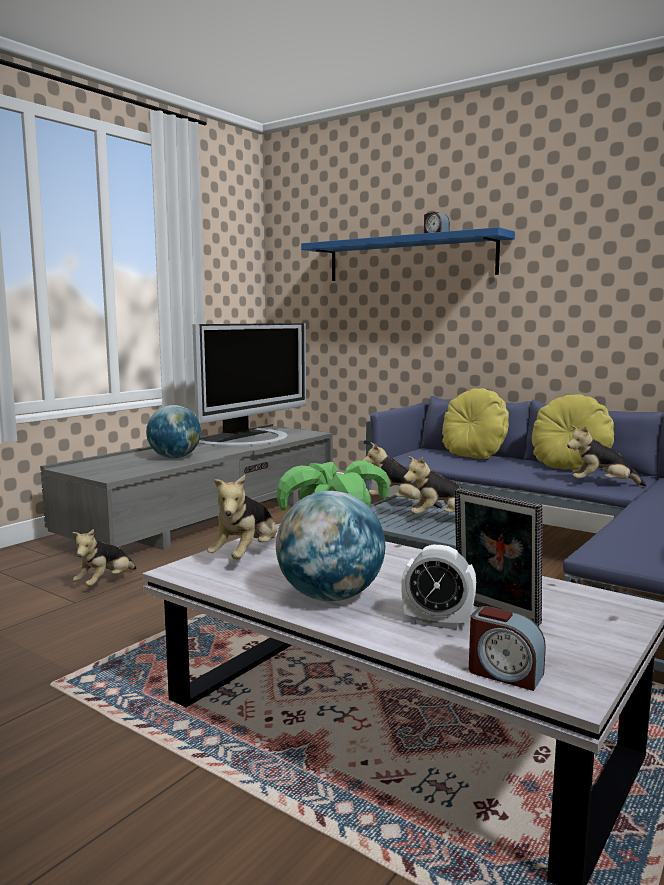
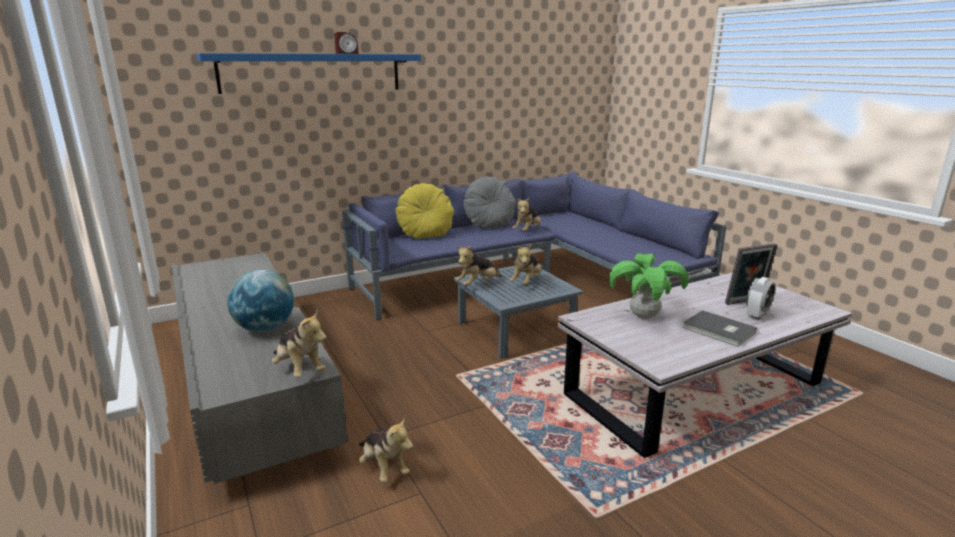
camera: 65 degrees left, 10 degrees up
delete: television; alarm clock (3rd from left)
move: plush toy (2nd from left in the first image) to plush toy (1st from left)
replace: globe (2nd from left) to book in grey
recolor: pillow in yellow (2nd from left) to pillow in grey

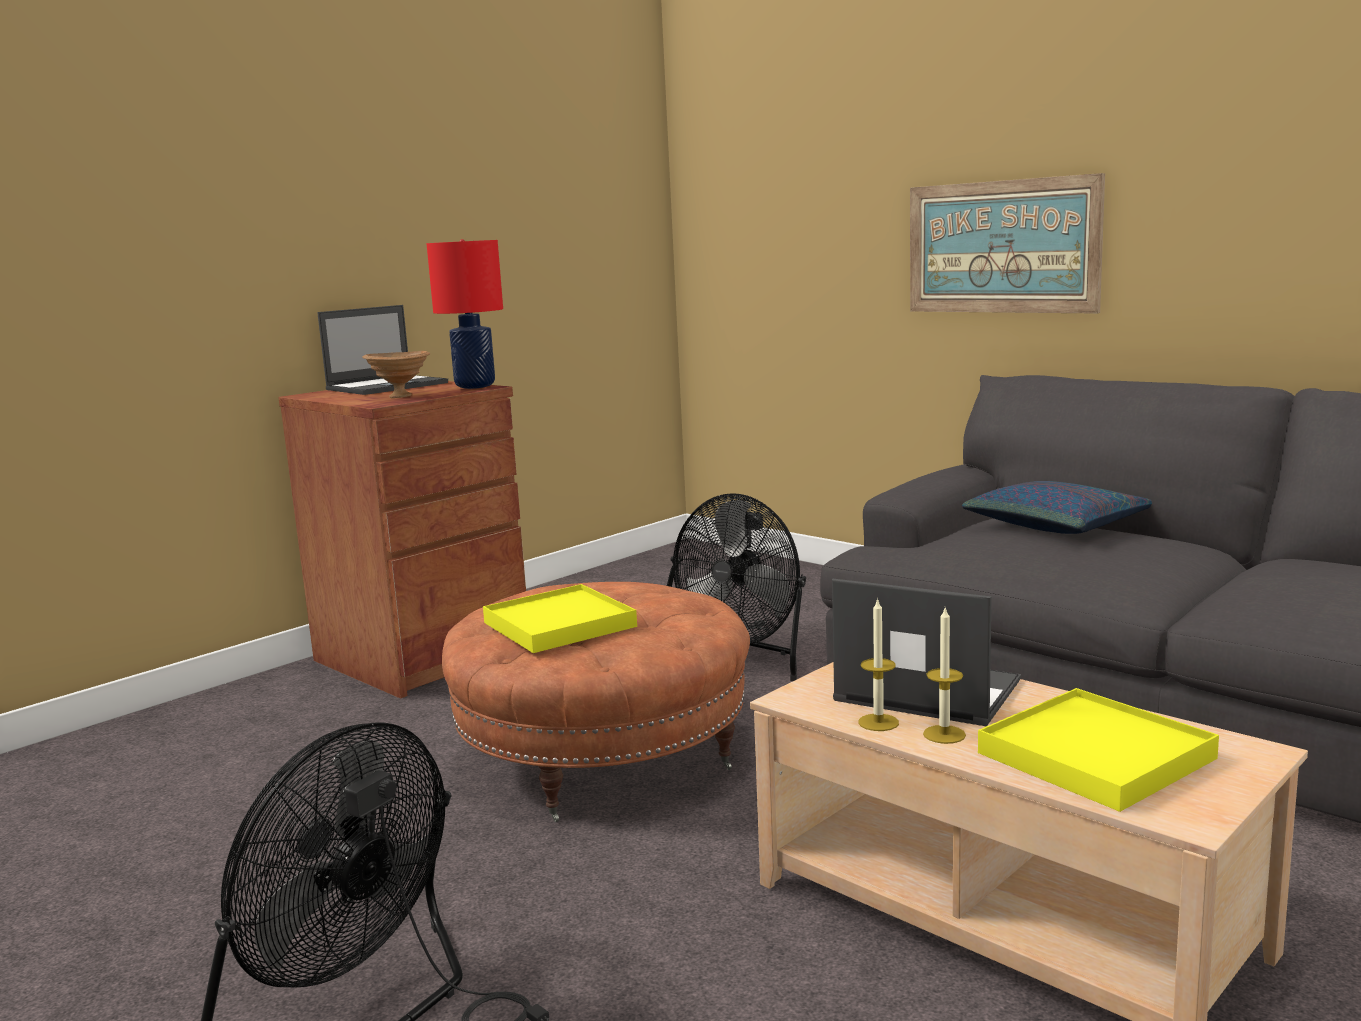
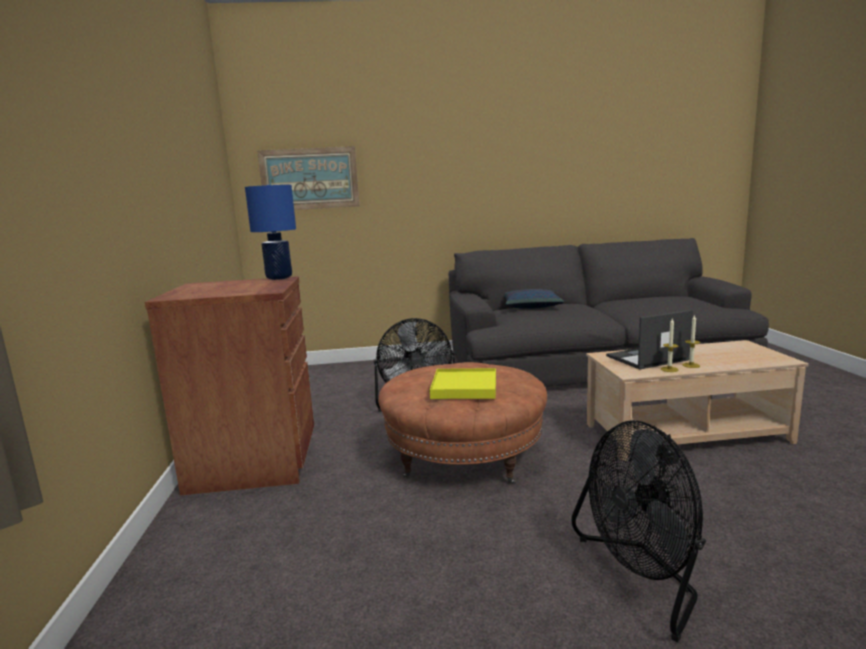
camera: 50 degrees left, 0 degrees up
delete: laptop (1st from left); bowl in brown; tray in yellow (2nd from left)
move: picture
recolor: table lamp in red to table lamp in blue

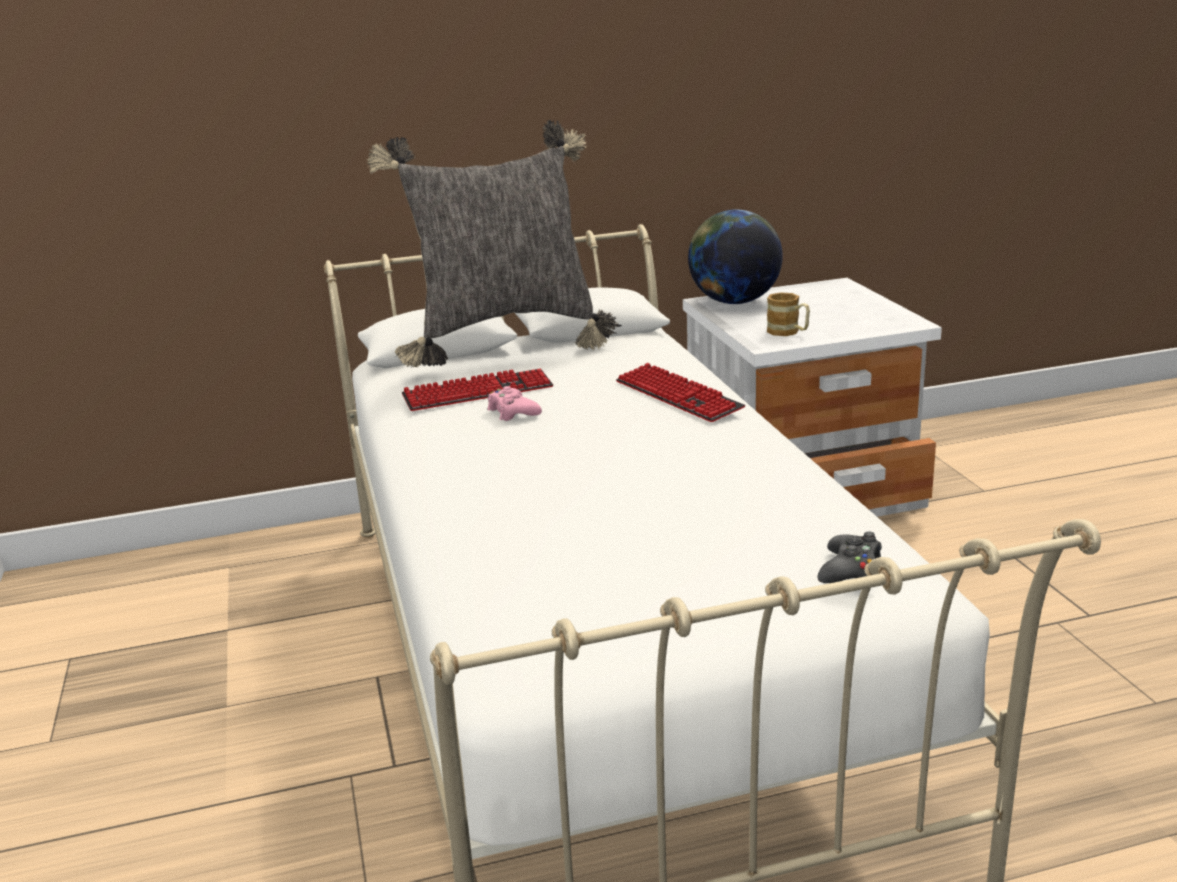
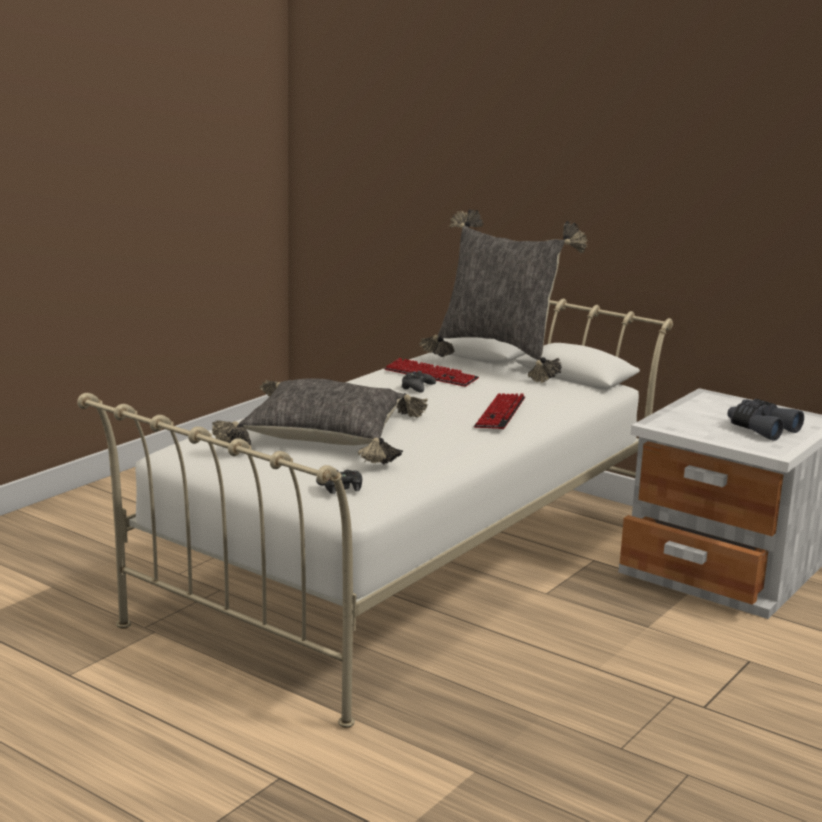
camera: 50 degrees right, 5 degrees down
delete: globe; mug
insert: pillow (1st from left); binoculars in grey
recolor: game controller in pink to game controller in black (2nd from left)

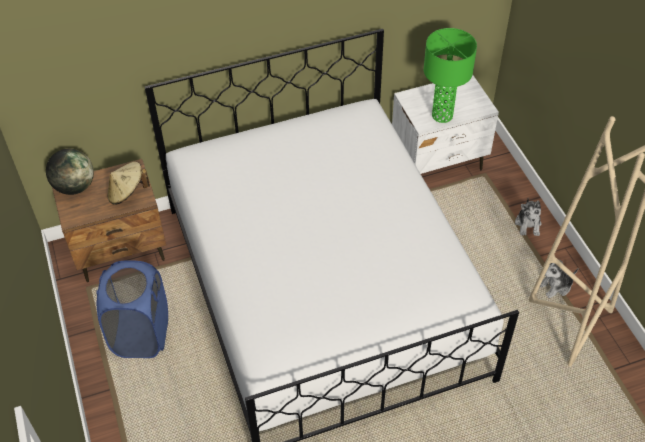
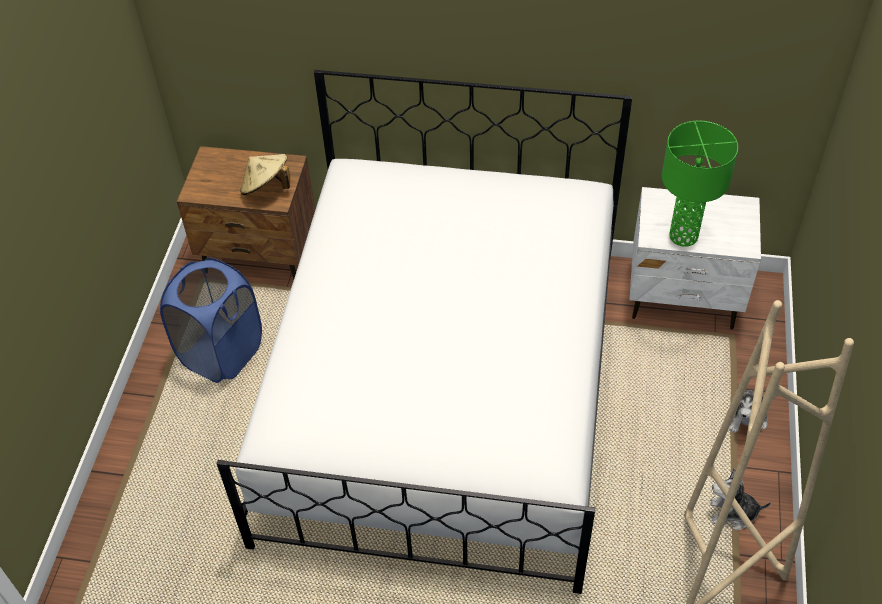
camera: 30 degrees right, 0 degrees up
delete: globe

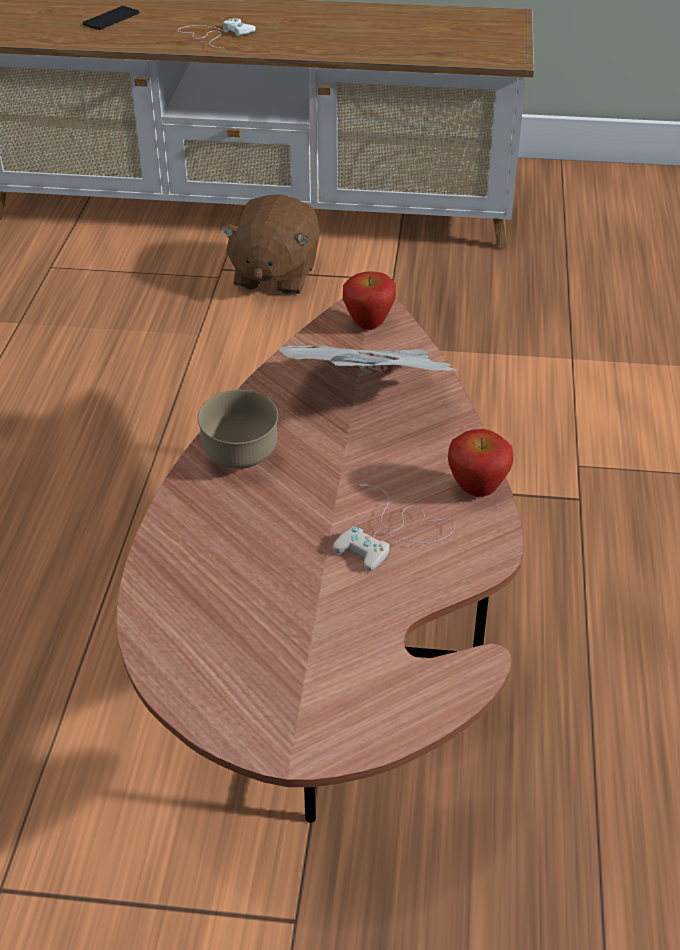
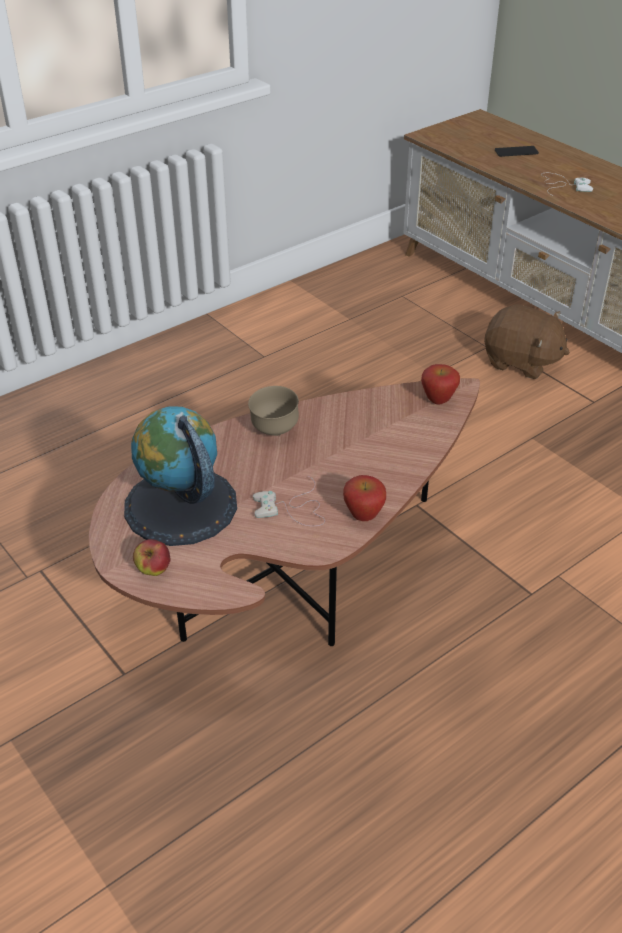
camera: 45 degrees right, 0 degrees up
delete: newspaper
insert: globe; apple (1st from left)
rotate: plush toy in brown 120 degrees counterclockwise

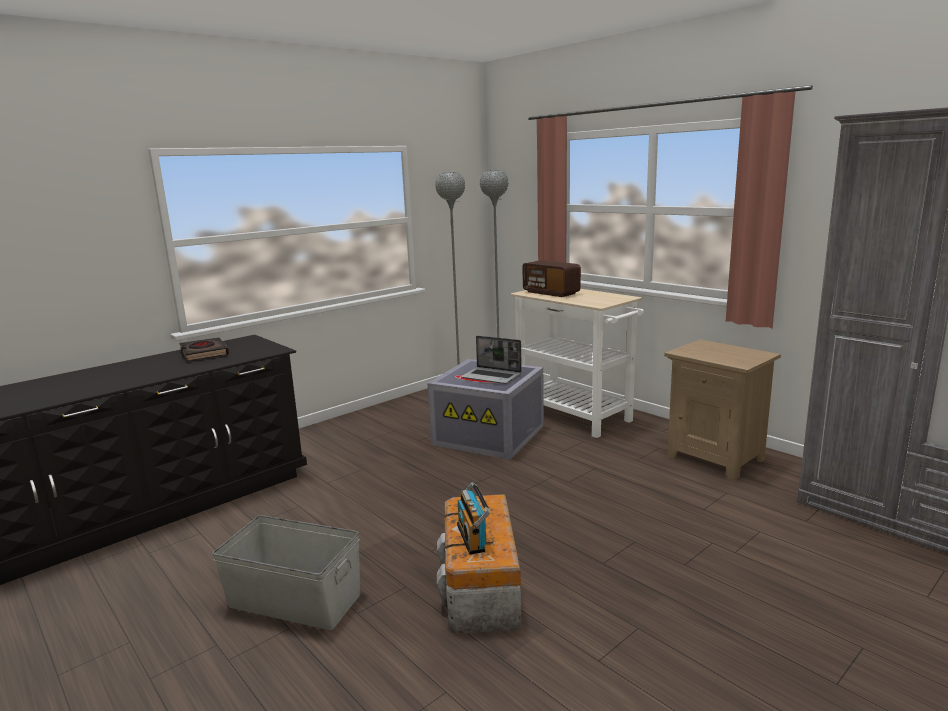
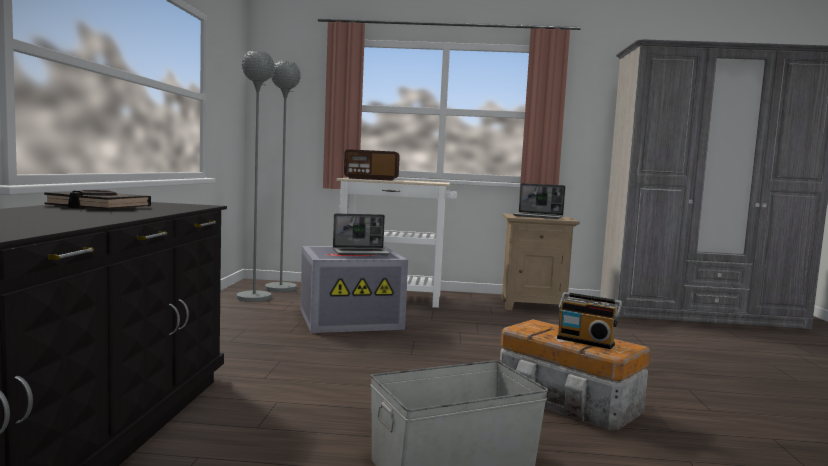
camera: 45 degrees left, 10 degrees down
insert: laptop (2nd from left)

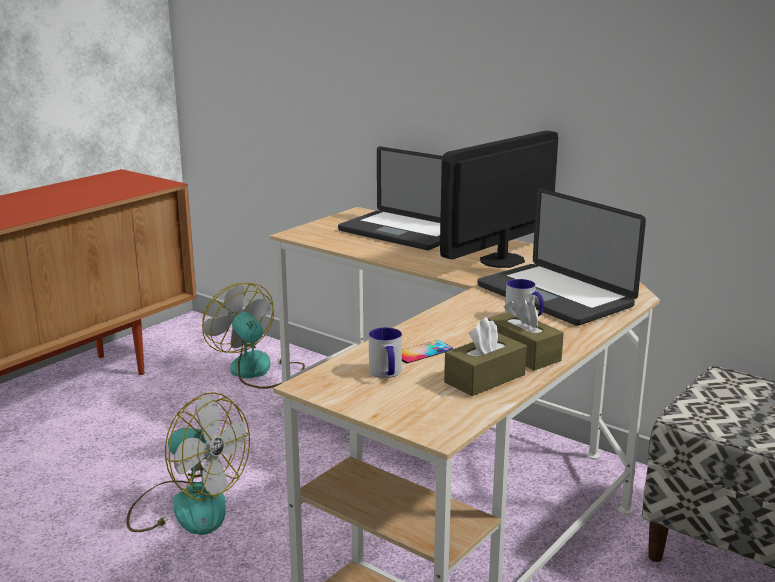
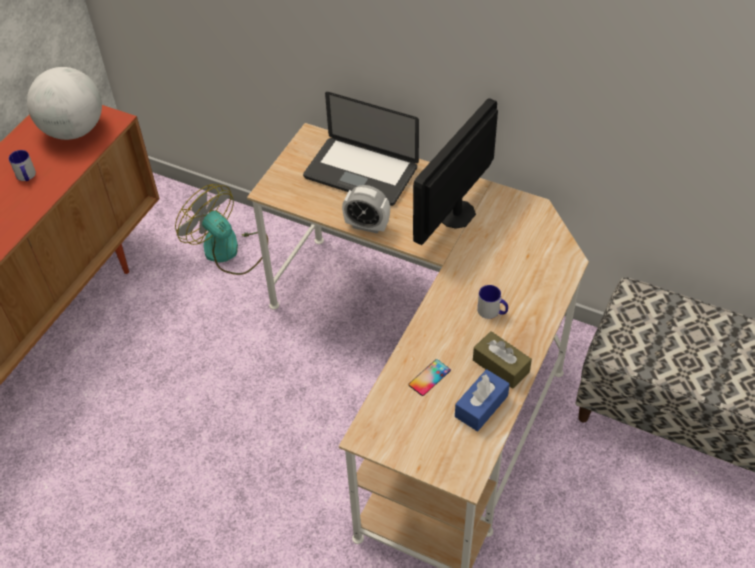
camera: 10 degrees left, 30 degrees up
delete: fan (1st from left); laptop (2nd from left)
insert: globe; alarm clock
move: mug (1st from left)
recolor: tissue box in brown (1st from left) to tissue box in blue

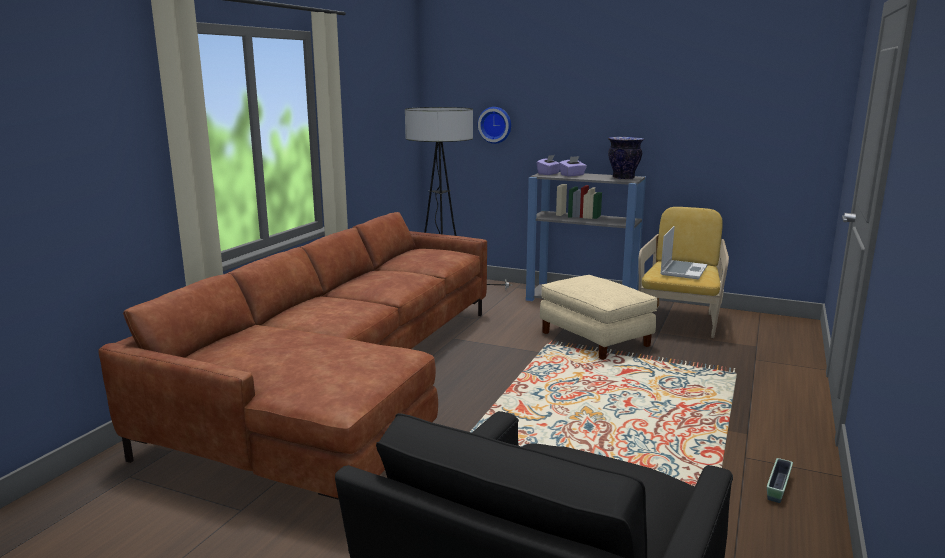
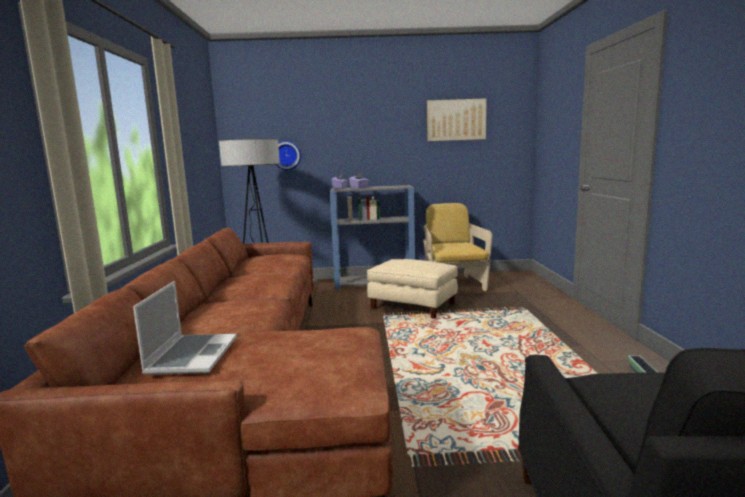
camera: 25 degrees left, 5 degrees down
delete: vase
insert: picture
move: laptop

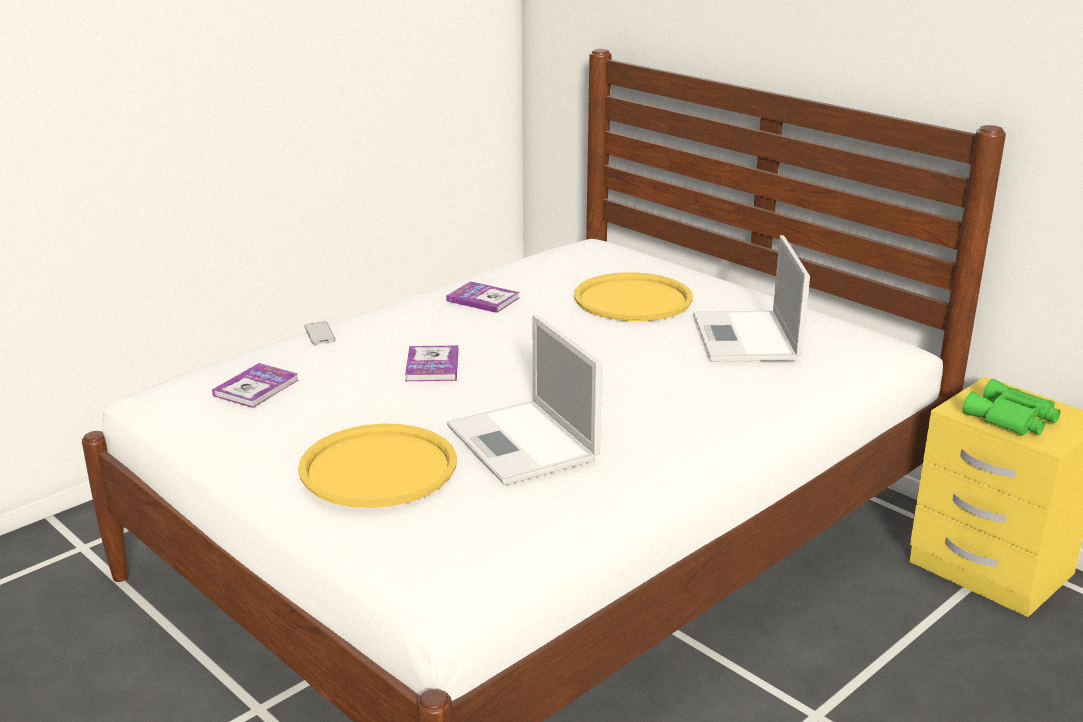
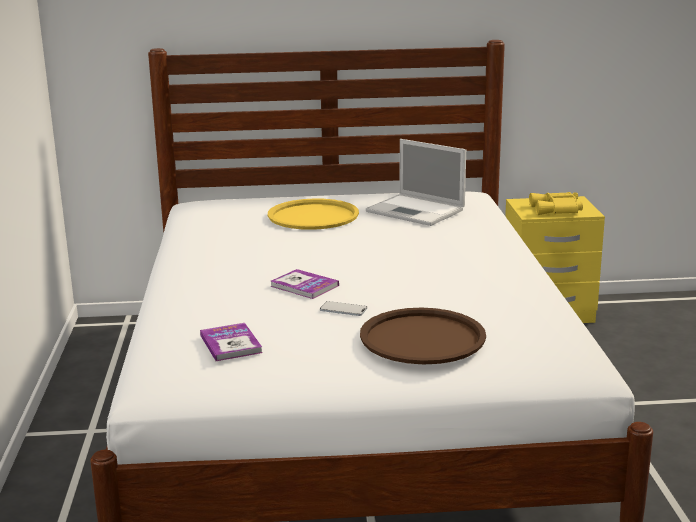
camera: 50 degrees left, 5 degrees down
delete: book (3rd from left); laptop (1st from left)
move: phone
recolor: tray in yellow (1st from left) to tray in brown; binoculars in green to binoculars in yellow

